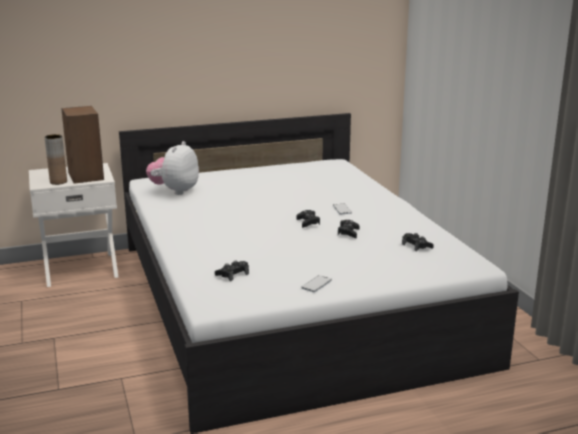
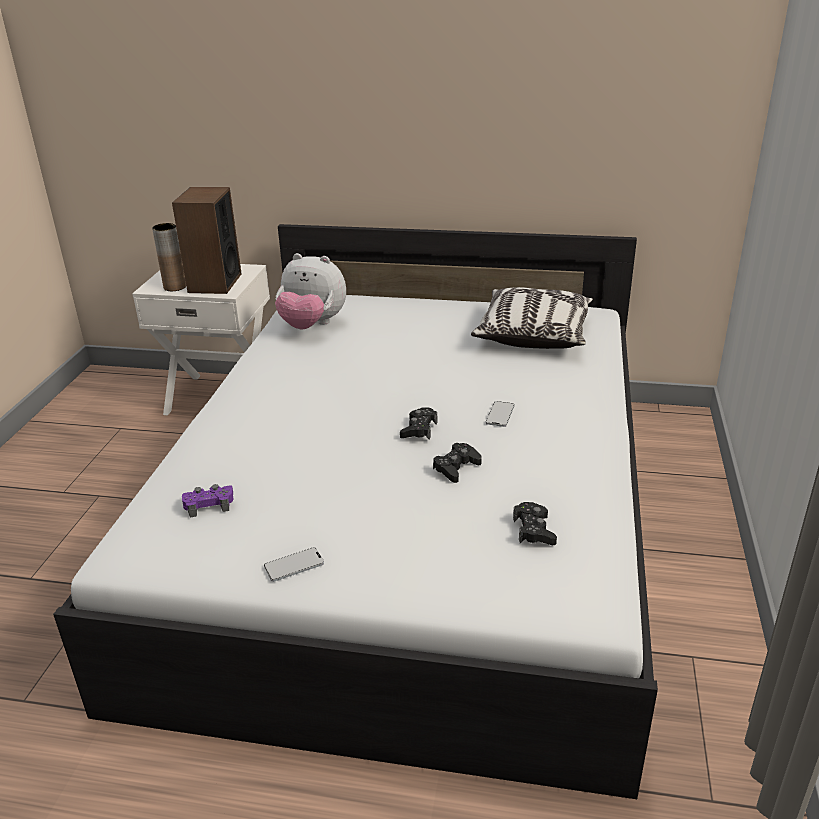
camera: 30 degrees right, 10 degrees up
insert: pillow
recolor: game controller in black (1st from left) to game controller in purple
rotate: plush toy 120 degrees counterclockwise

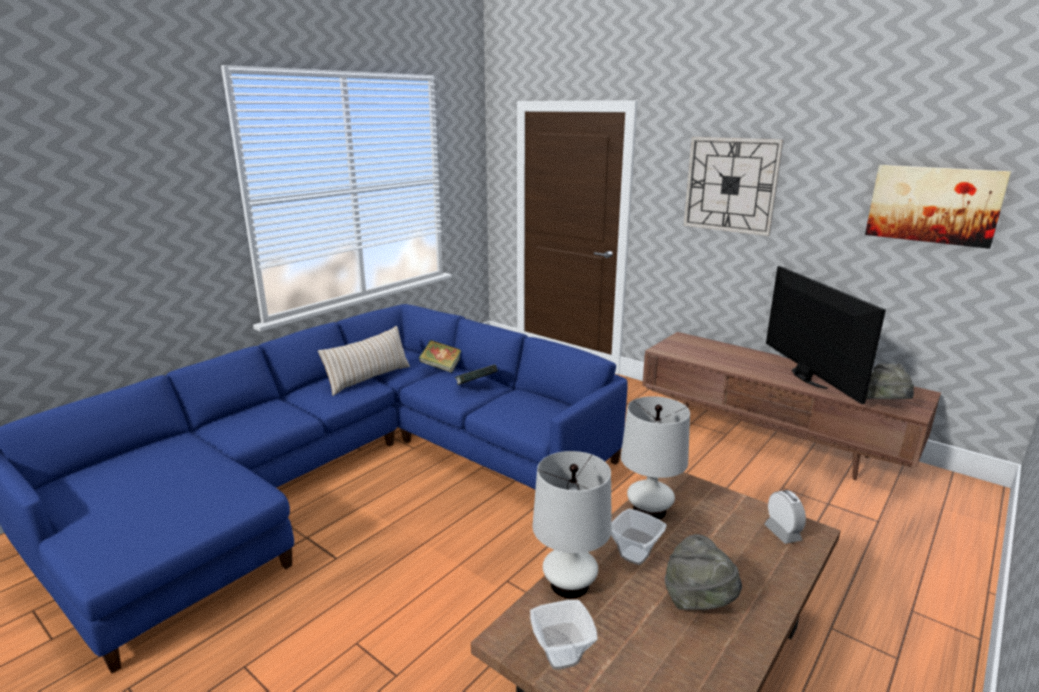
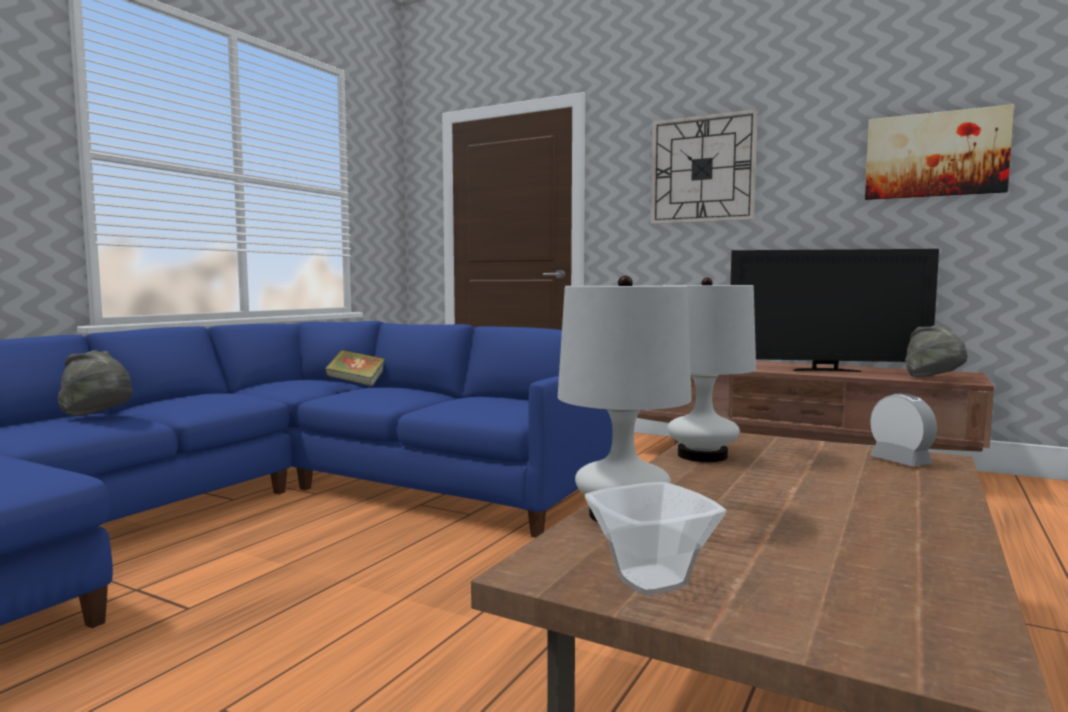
camera: 10 degrees left, 15 degrees down
delete: pillow in beige; book (2nd from left); bowl (2nd from left)
move: hat in grey (1st from left)
rotate: television 120 degrees clockwise

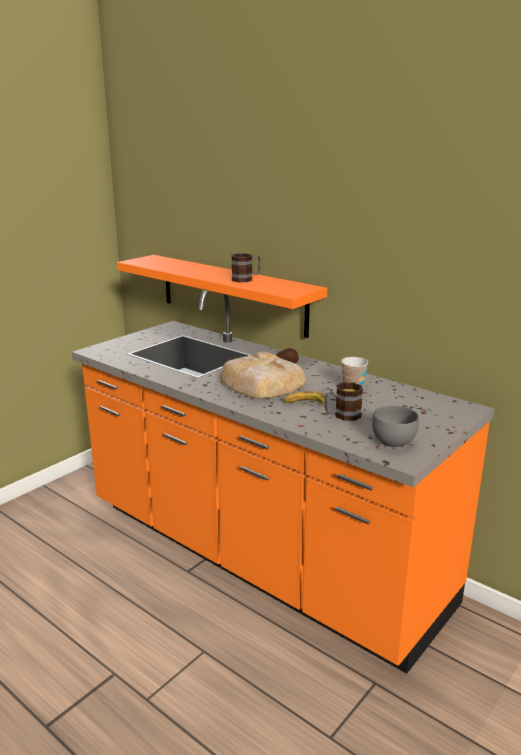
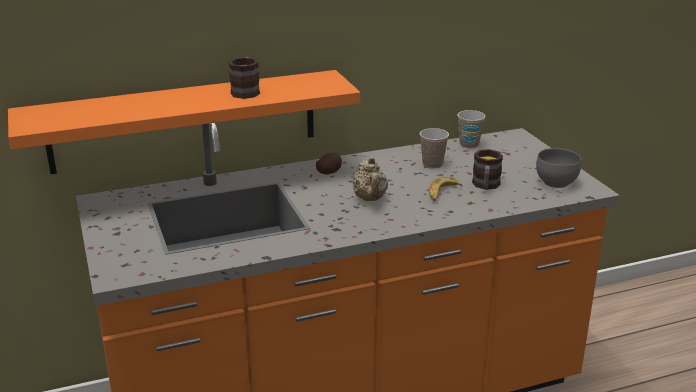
camera: 60 degrees left, 5 degrees up
insert: cup (2nd from left)
replace: bread to teapot in beige

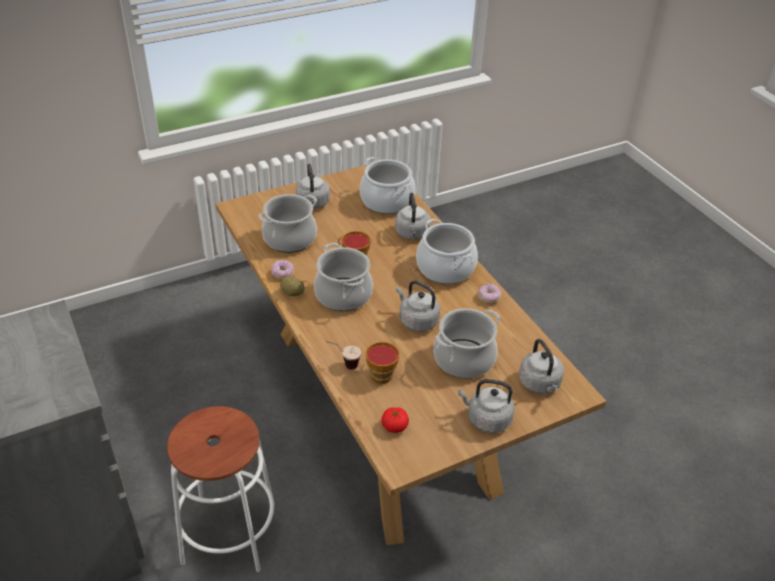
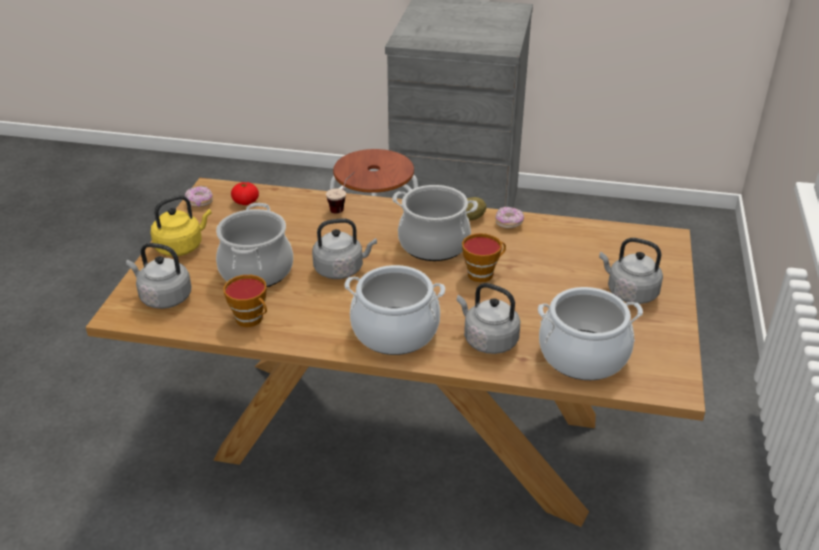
camera: 130 degrees right, 5 degrees down
delete: cooking pot (1st from left)
move: donut (2nd from left in the first image) to donut (1st from left); cup (3rd from left in the first image) to cup (1st from left)
recolor: kettle in grey (4th from left) to kettle in yellow

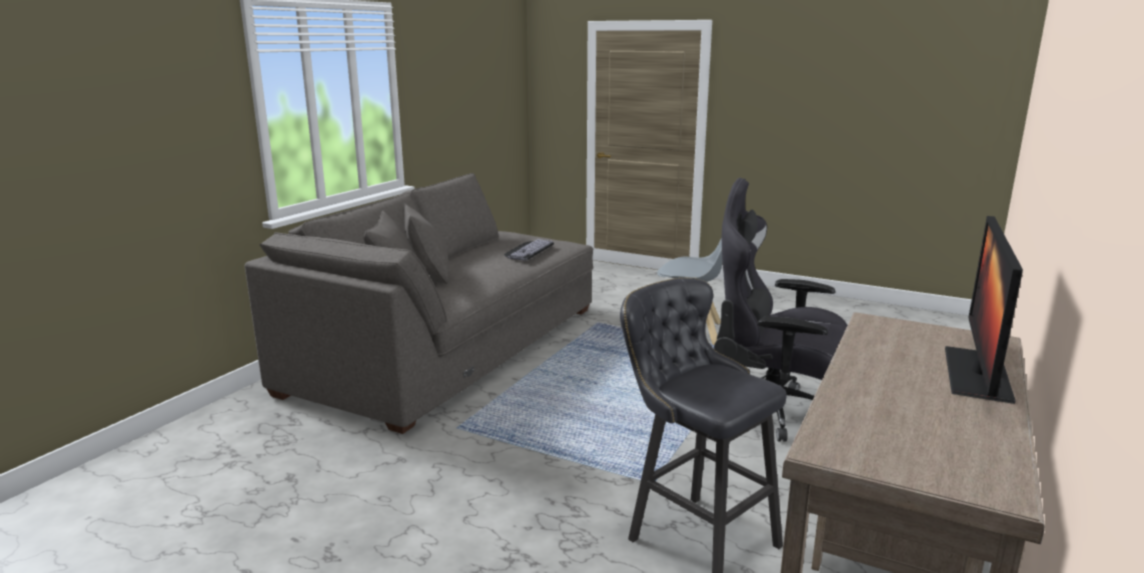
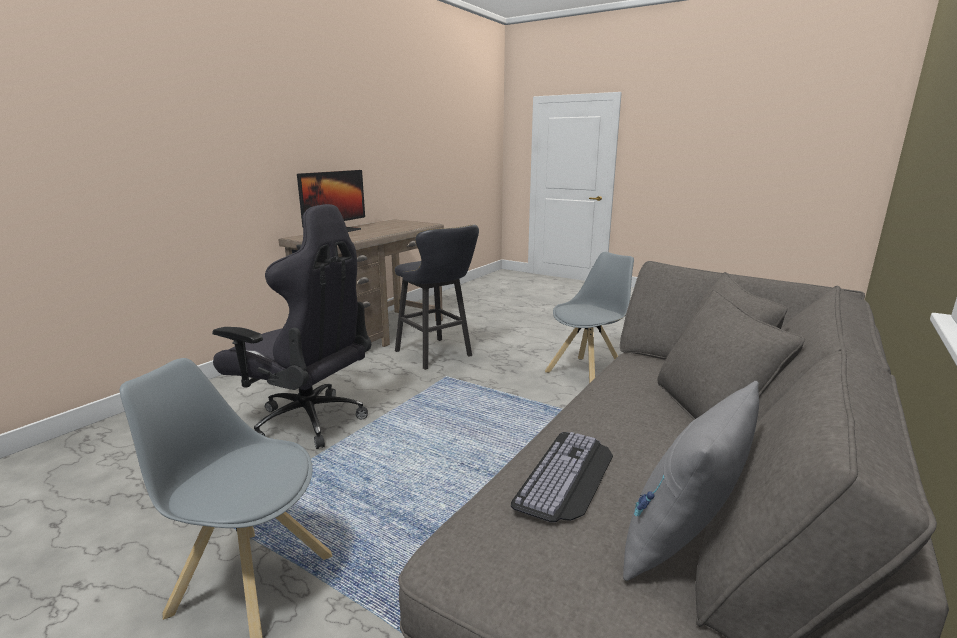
camera: 175 degrees left, 0 degrees up
insert: chair in grey (2nd from left); pillow in grey

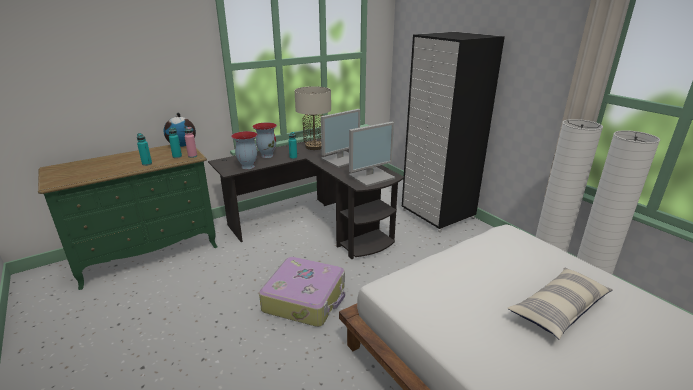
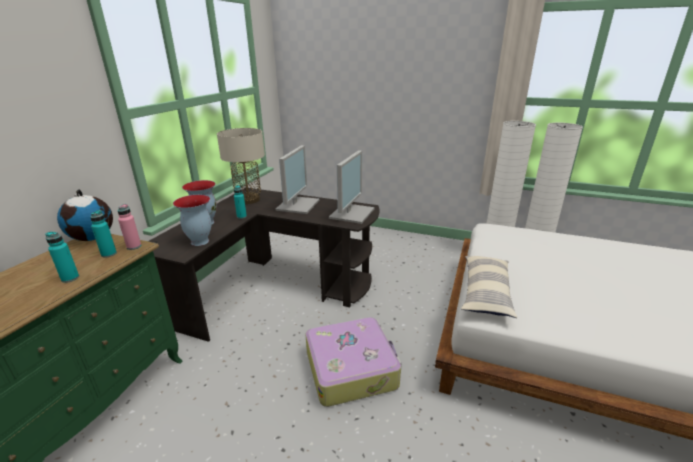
camera: 35 degrees left, 0 degrees up
delete: wardrobe
move: pillow

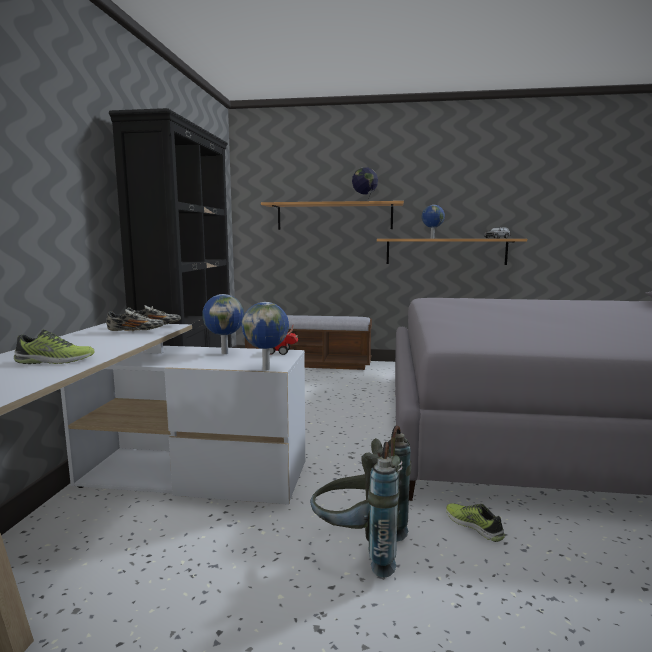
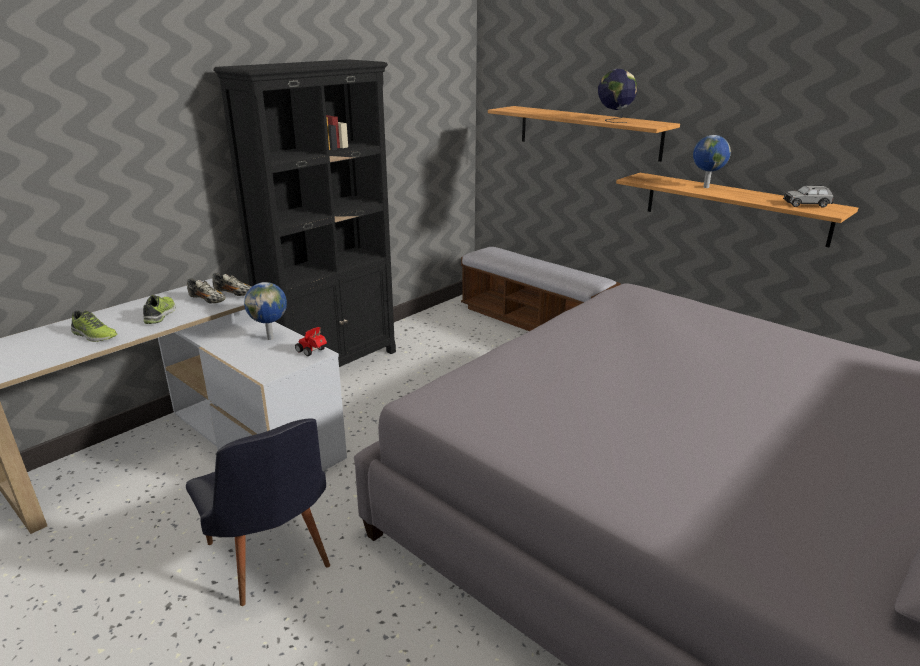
camera: 35 degrees right, 15 degrees up
delete: globe (2nd from left)
move: shoe (4th from left in the first image) to shoe (2nd from left)
replace: backpack in grey to chair in black

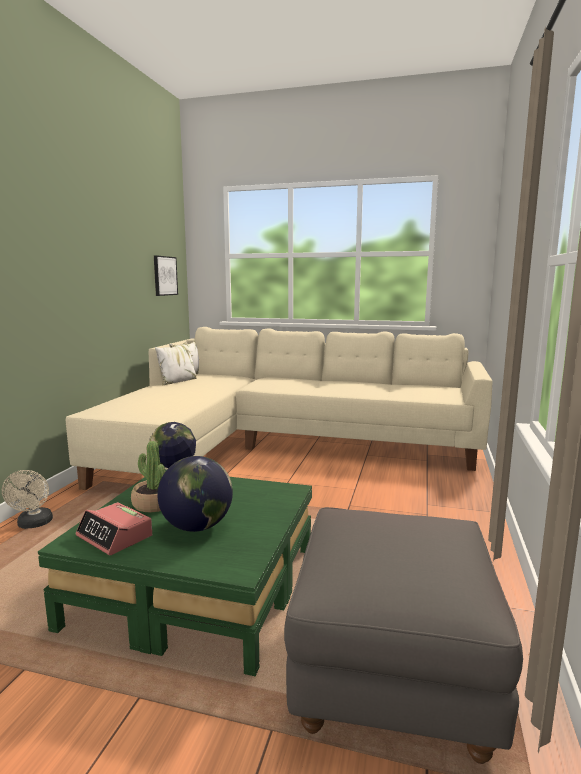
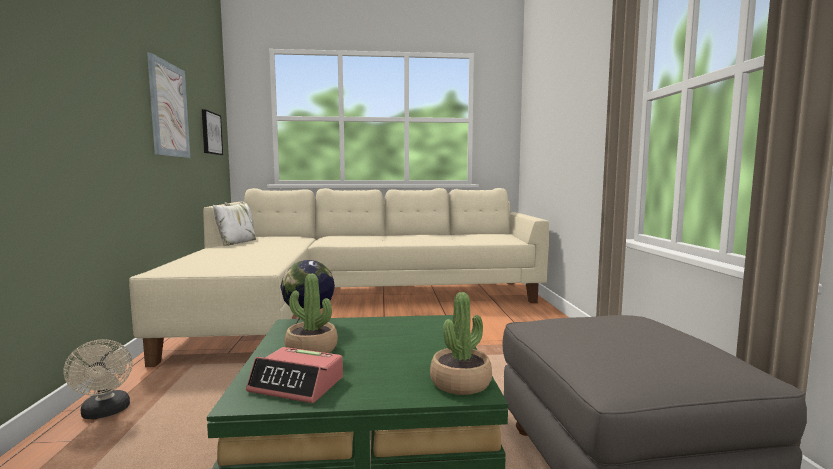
camera: 20 degrees left, 5 degrees down
delete: globe (2nd from left)
insert: picture (1st from left); potted plant (2nd from left)

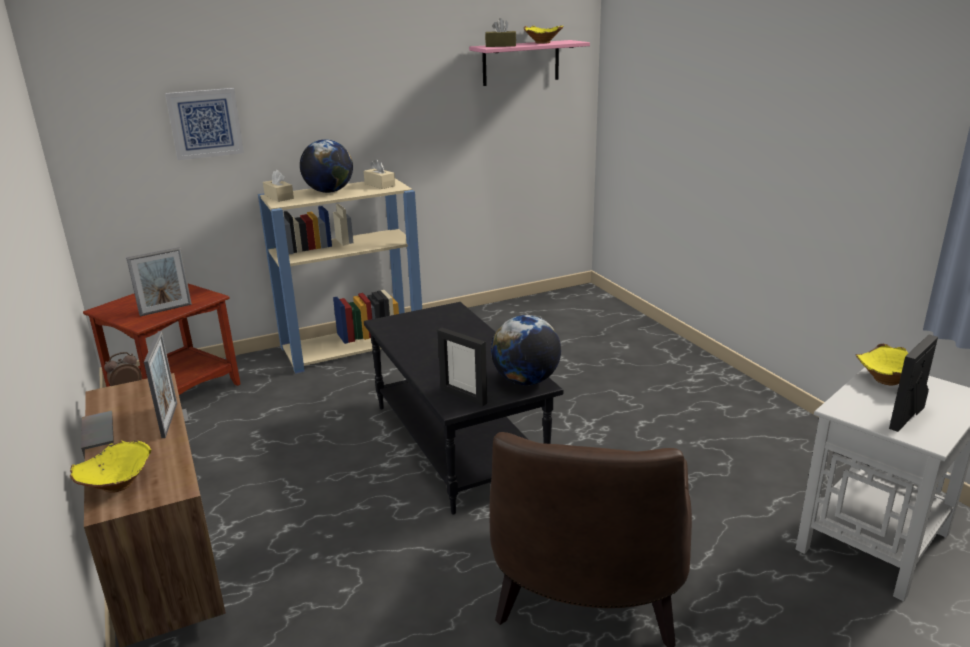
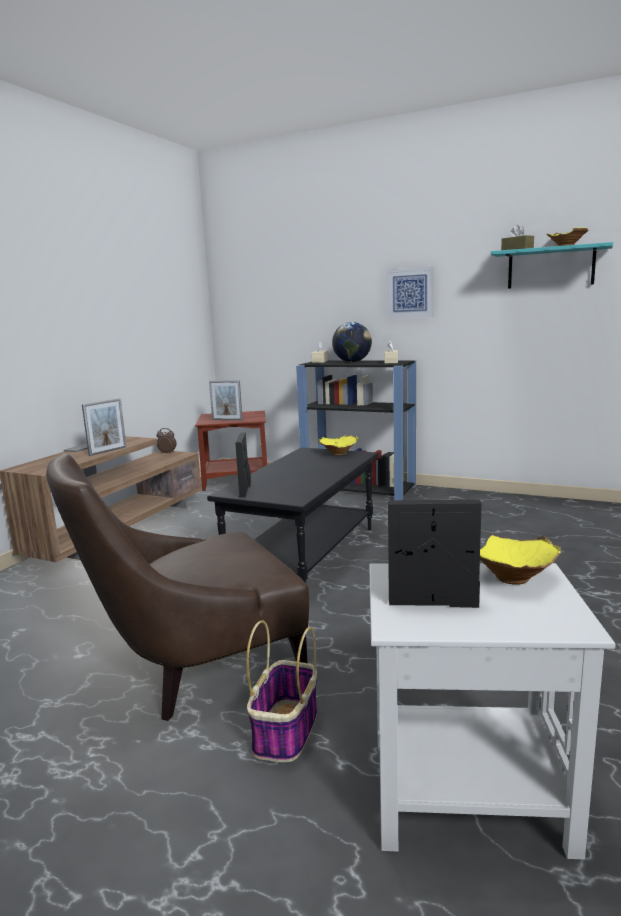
camera: 50 degrees right, 10 degrees down
delete: globe (2nd from left)
insert: basket
move: bowl in yellow (1st from left); picture
recolor: bookcase in beige to bookcase in black; shelf in pink to shelf in turquoise

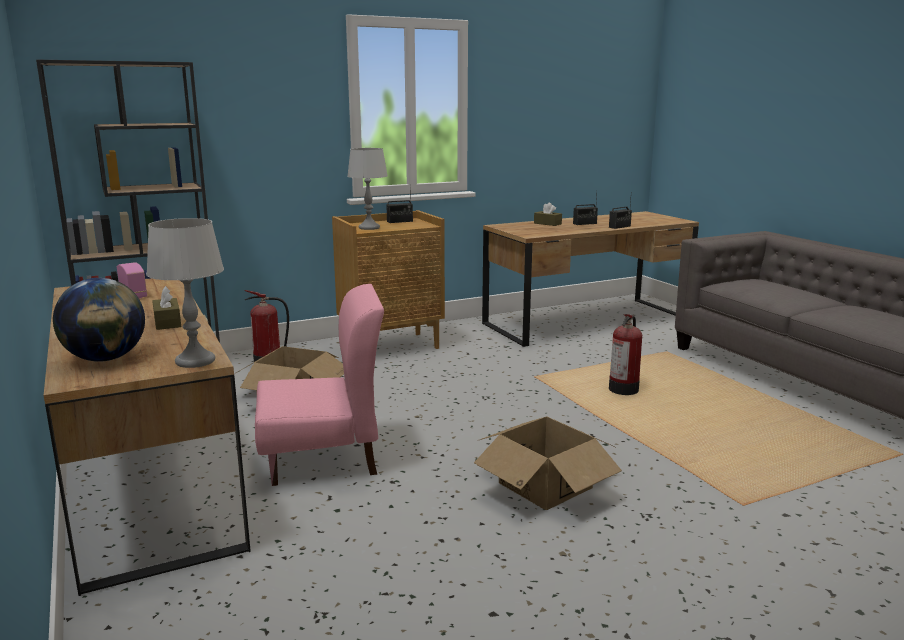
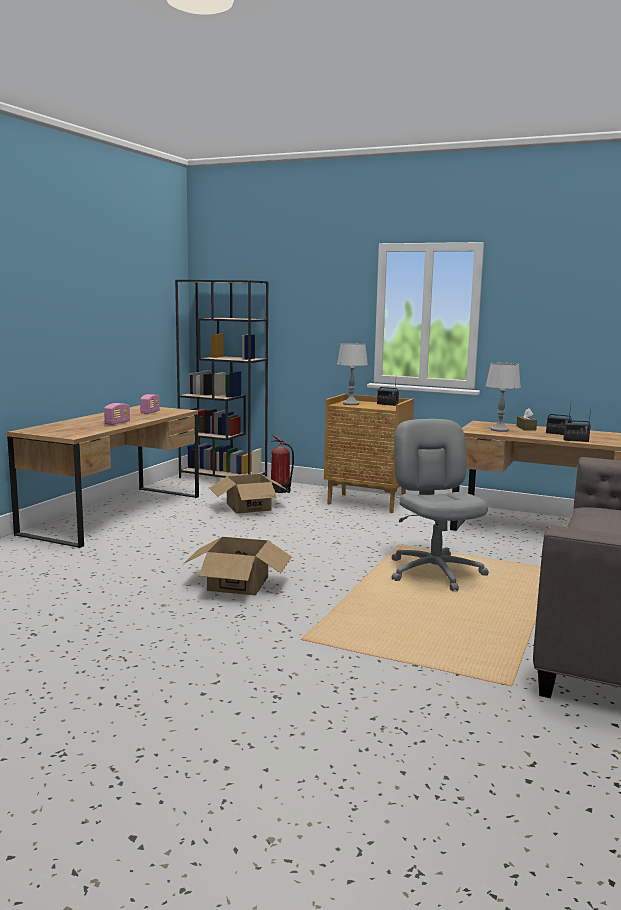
camera: 50 degrees right, 5 degrees down
delete: globe; chair in pink
move: table lamp in grey (1st from left in the first image) to table lamp in grey (2nd from left)
replace: tissue box in brown (1st from left) to radio (1st from left); fire extinguisher (2nd from left) to office chair in grey

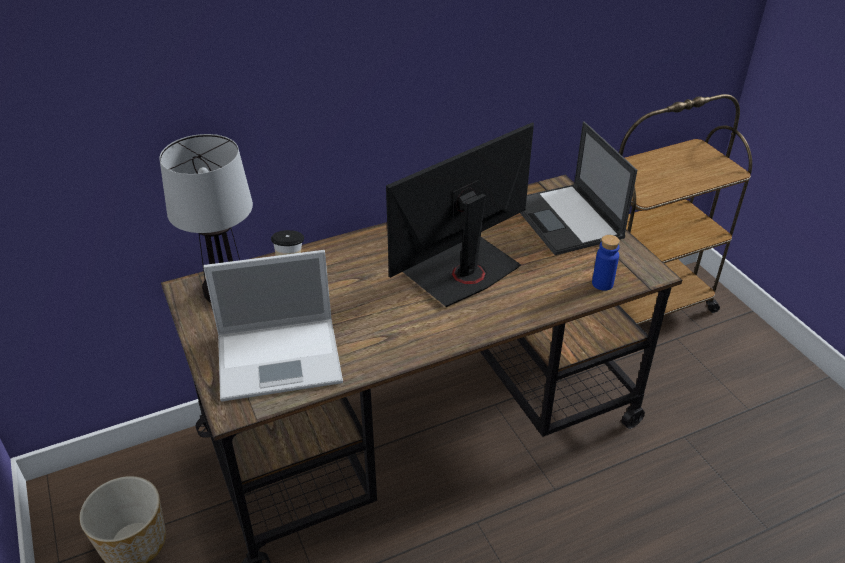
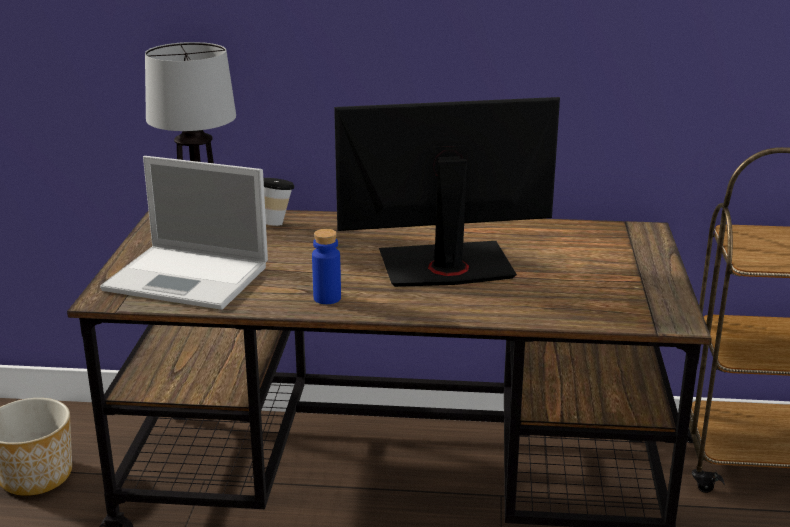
camera: 30 degrees right, 15 degrees down
delete: laptop (2nd from left)
move: bottle in blue

